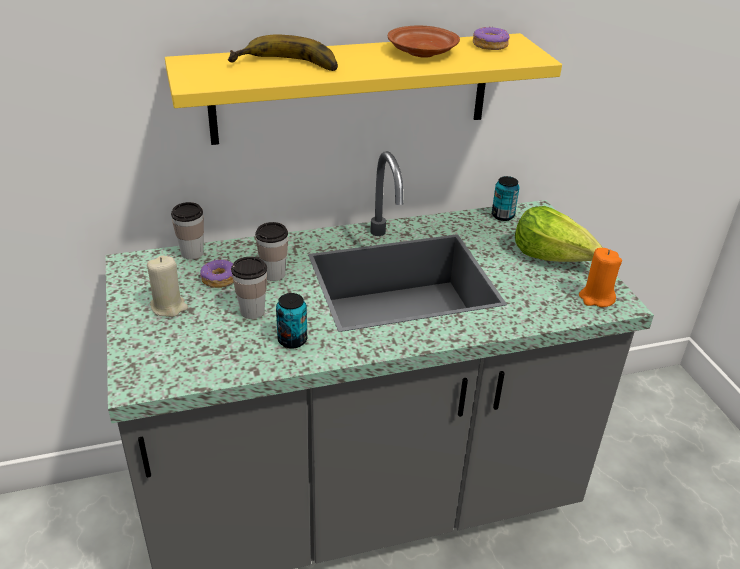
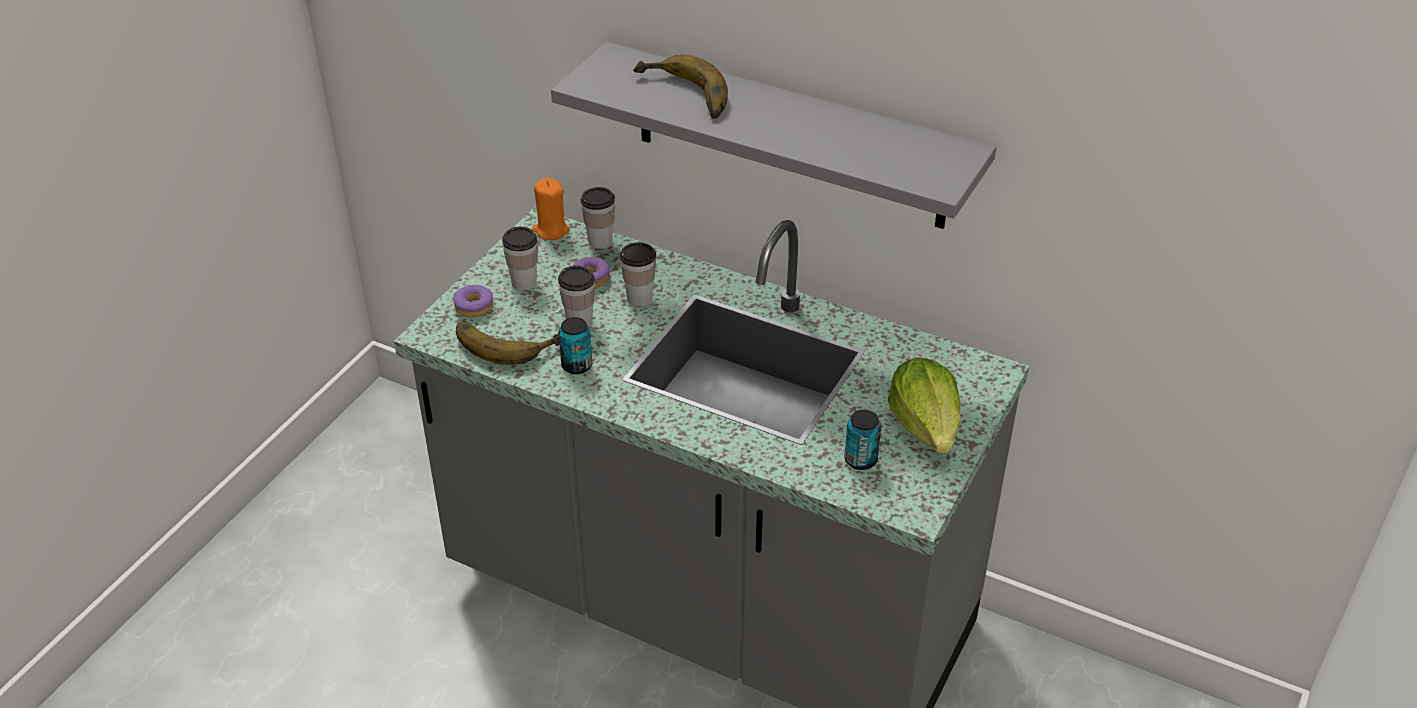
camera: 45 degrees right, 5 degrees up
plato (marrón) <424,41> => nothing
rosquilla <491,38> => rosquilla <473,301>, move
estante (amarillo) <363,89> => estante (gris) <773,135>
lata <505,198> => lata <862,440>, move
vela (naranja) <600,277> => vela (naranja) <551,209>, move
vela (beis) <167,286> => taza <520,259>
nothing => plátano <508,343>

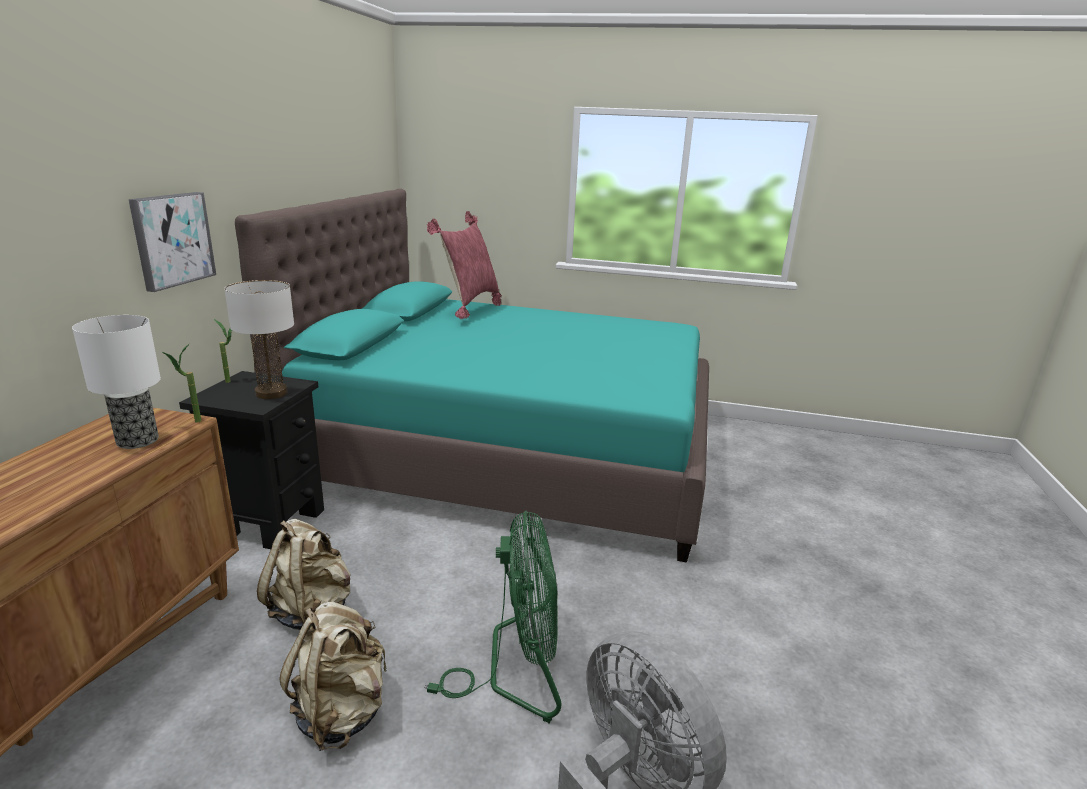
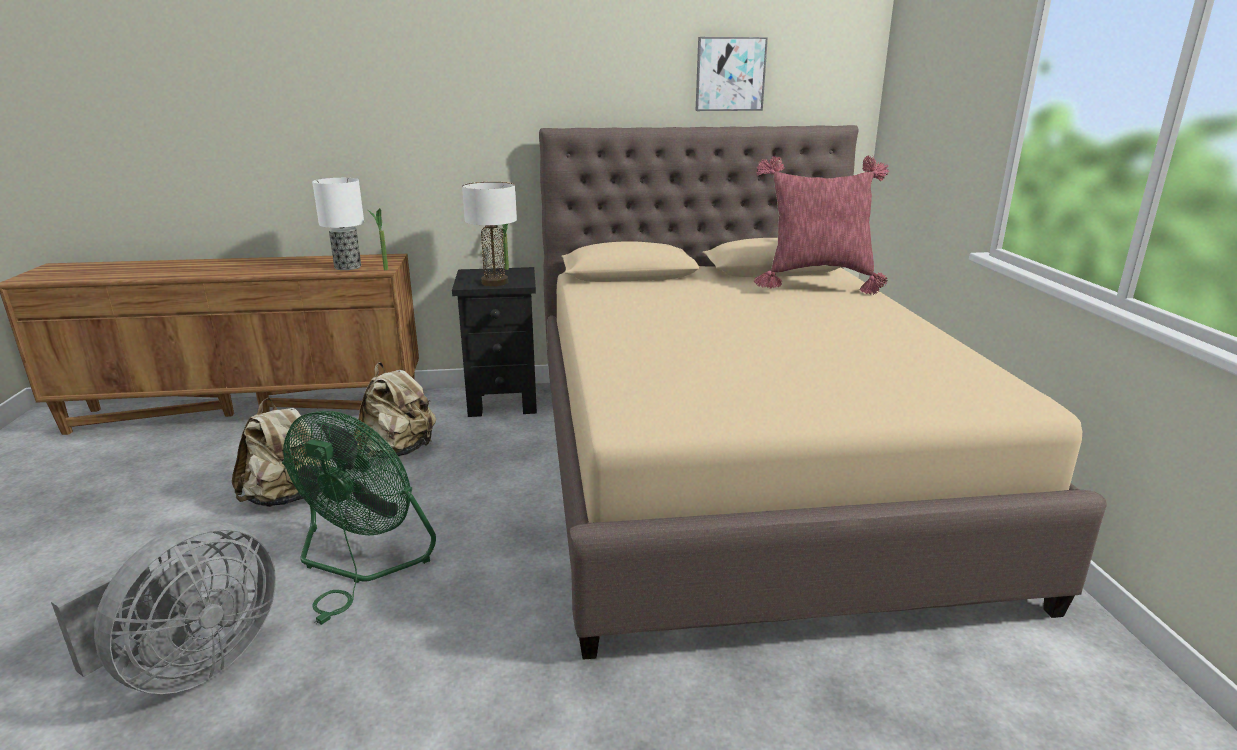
camera: 70 degrees right, 0 degrees up
cama (turquesa) <472,376> => cama (beis) <823,392>
cuadro <172,242> => cuadro <732,74>, move
ventilador (verde) <493,617> => ventilador (verde) <359,518>, 135 degrees counterclockwise

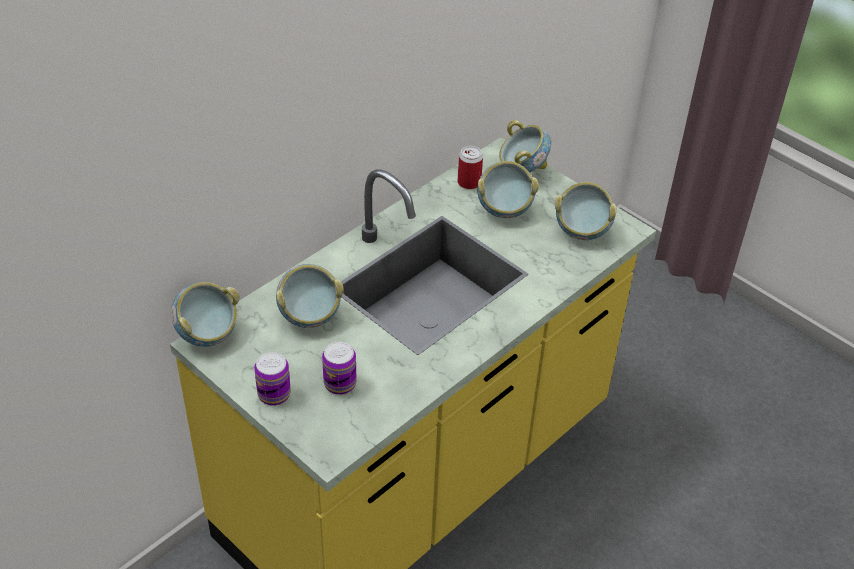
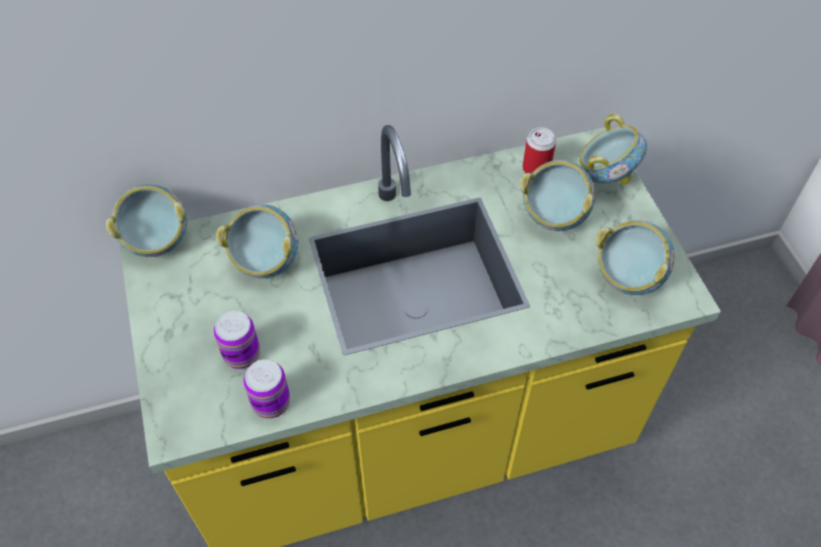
camera: 30 degrees right, 10 degrees up
lata <272,379> => lata <266,388>, move

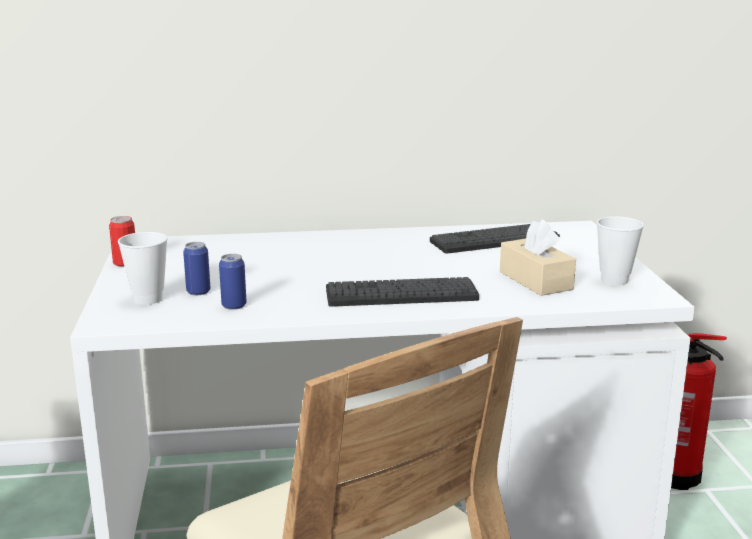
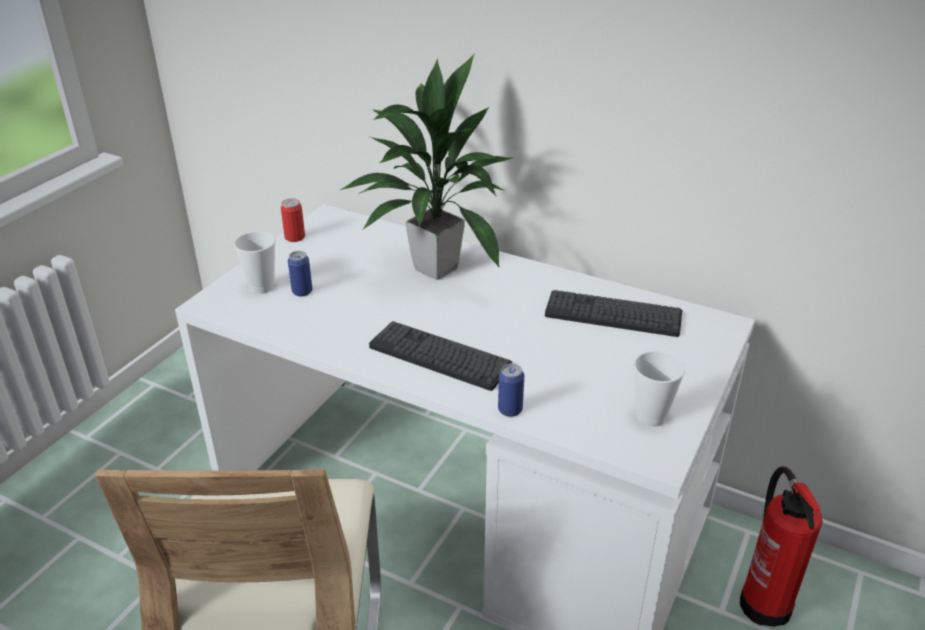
camera: 35 degrees right, 15 degrees up
caja de pañuelos (beis) <538,257> => nothing
lata <233,282> => lata <511,390>, move
nothing => planta en maceta <426,167>

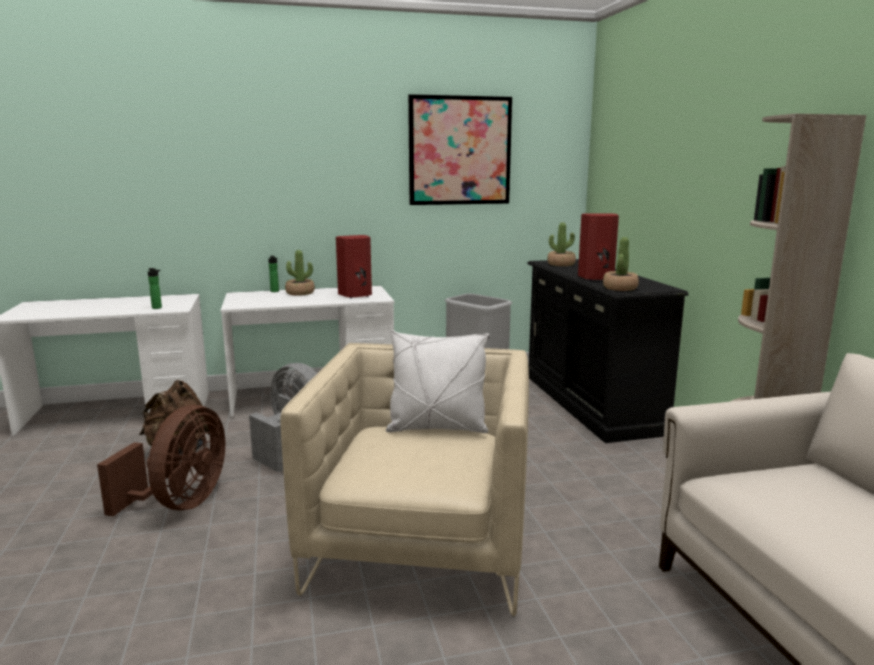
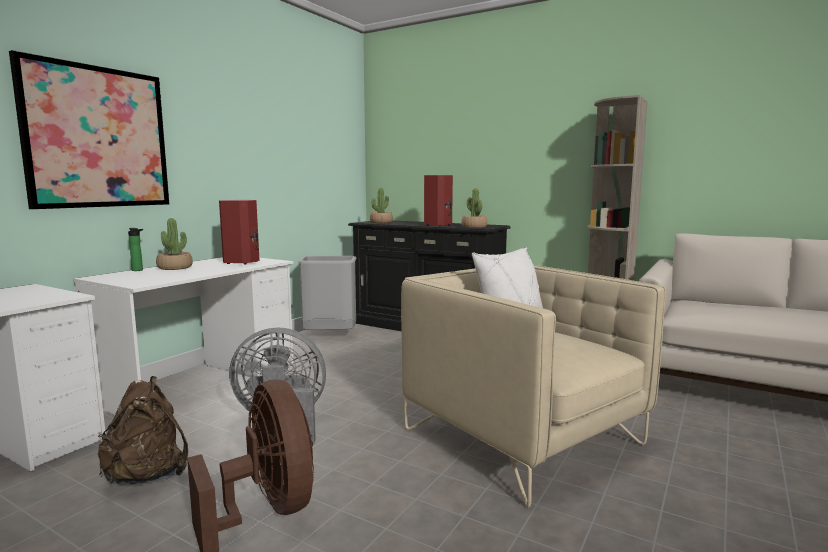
camera: 45 degrees left, 5 degrees down
cuadro <460,149> => cuadro <89,129>, move
botella <155,288> => nothing

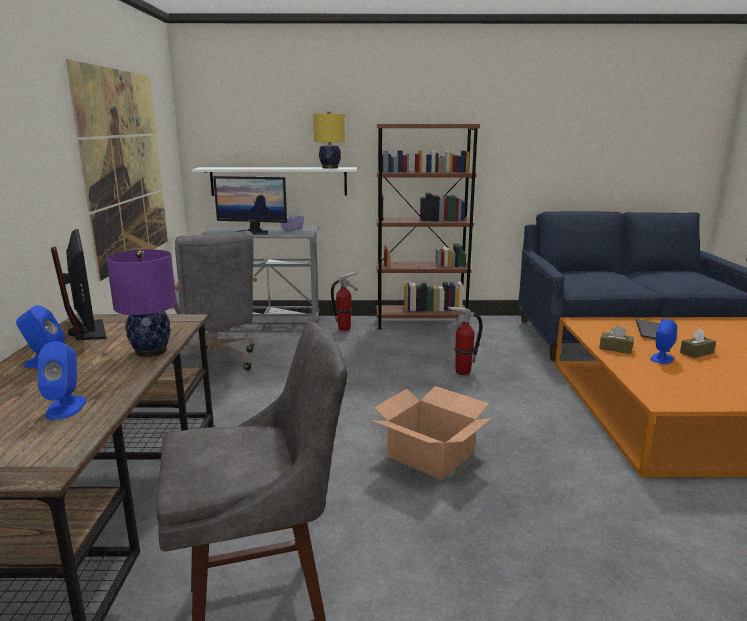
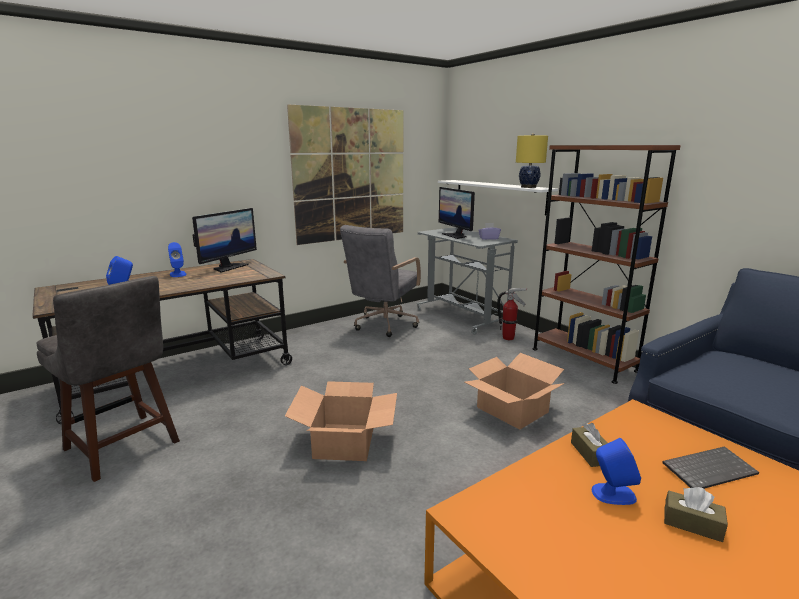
camera: 55 degrees right, 0 degrees up
lámpara de mesa (morado) <141,303> => nothing
extintor <465,340> => caja de cartón <515,391>

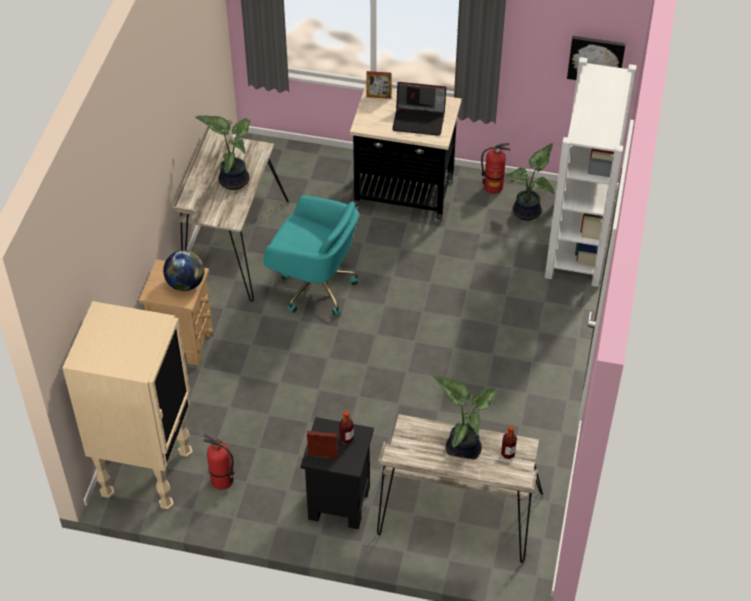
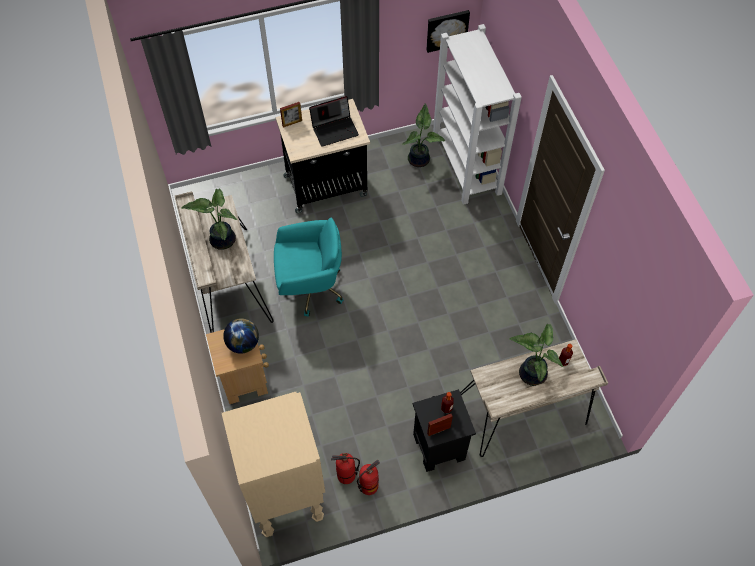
camera: 30 degrees left, 10 degrees up
extintor <496,168> => extintor <368,477>, move

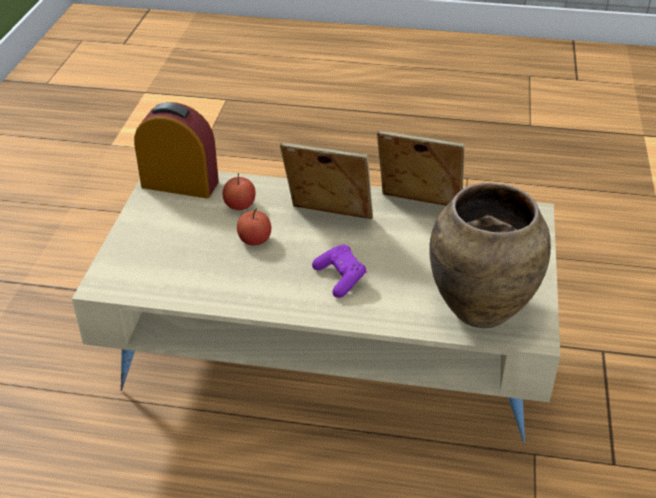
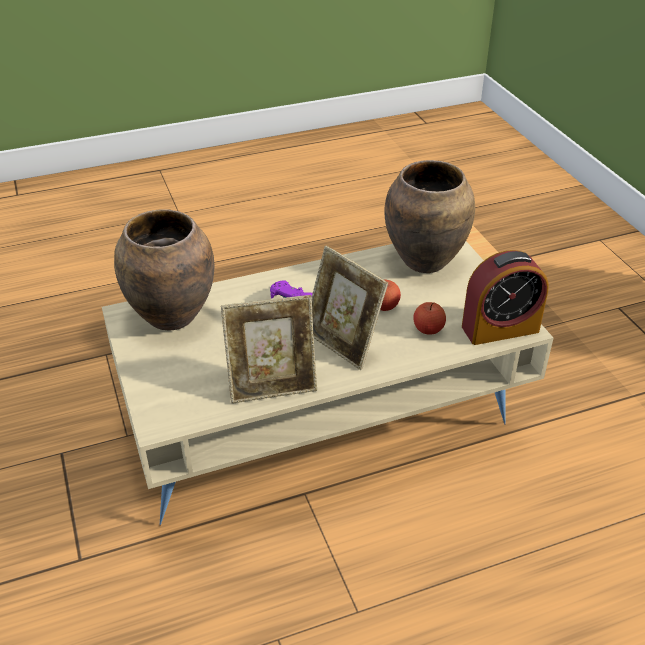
camera: 150 degrees right, 0 degrees up
portarretratos <326,181> => portarretratos <350,308>, 60 degrees clockwise
nothing => florero (marrón) <429,216>

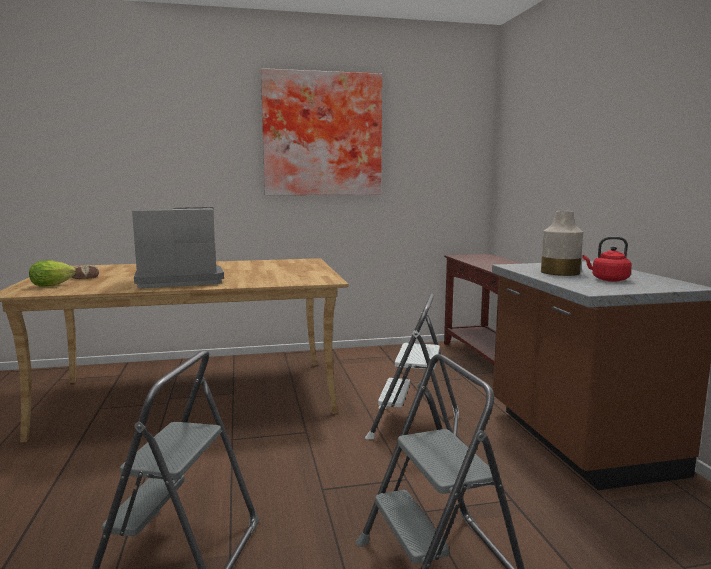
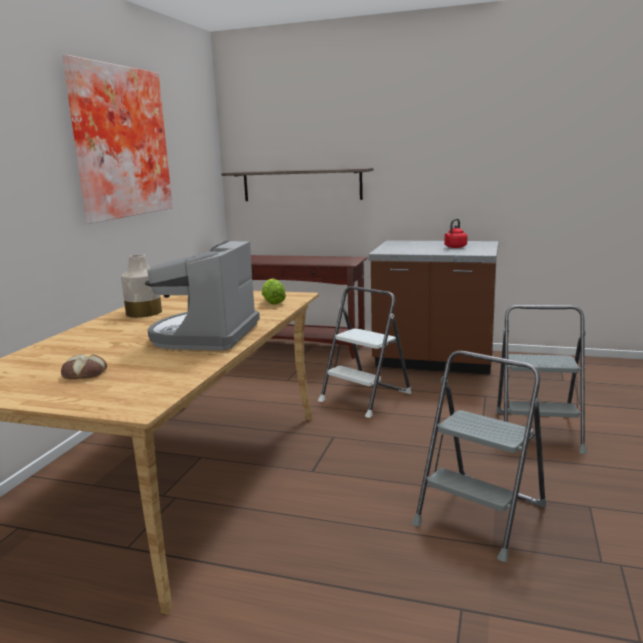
camera: 60 degrees left, 5 degrees up
florero (beis) <562,243> => florero (beis) <141,285>, move
lechuga <52,273> => lechuga <274,291>, move
nothing => estante <297,184>

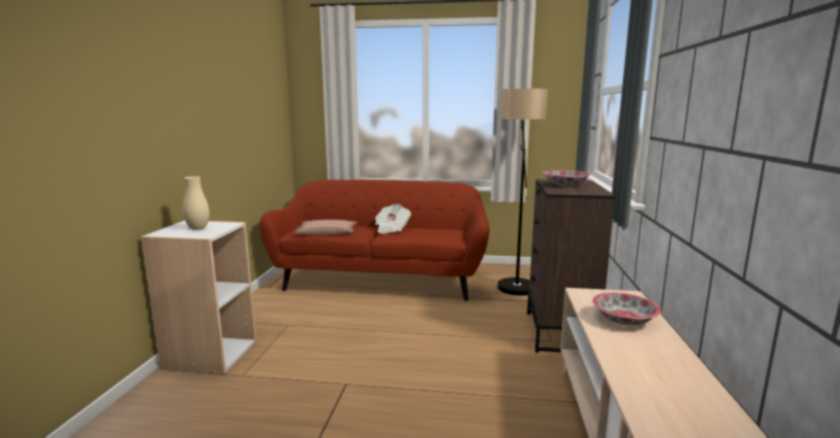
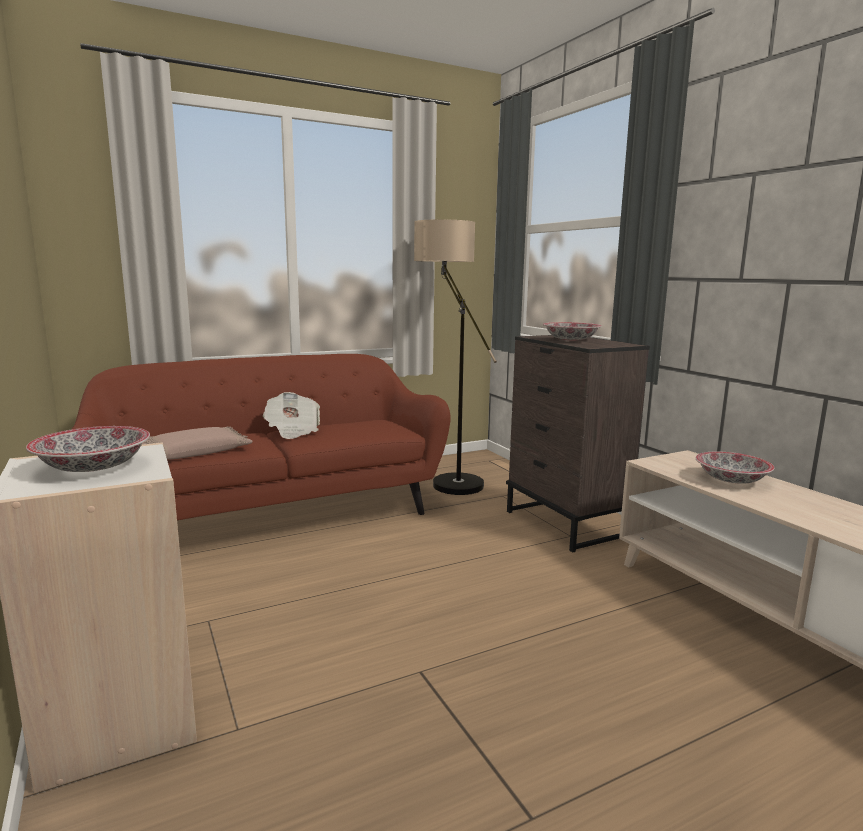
camera: 35 degrees left, 0 degrees up
florero (beis) <196,203> => cuenco <88,449>

